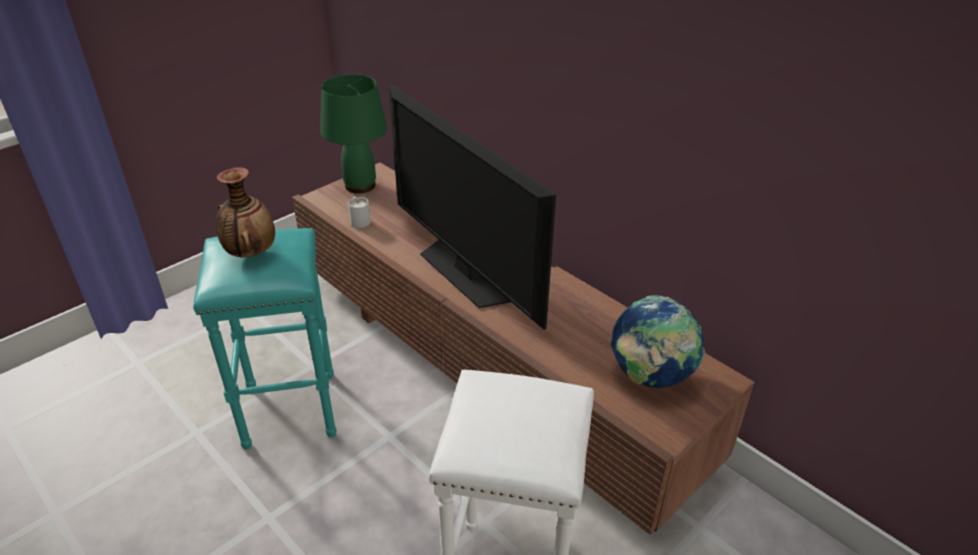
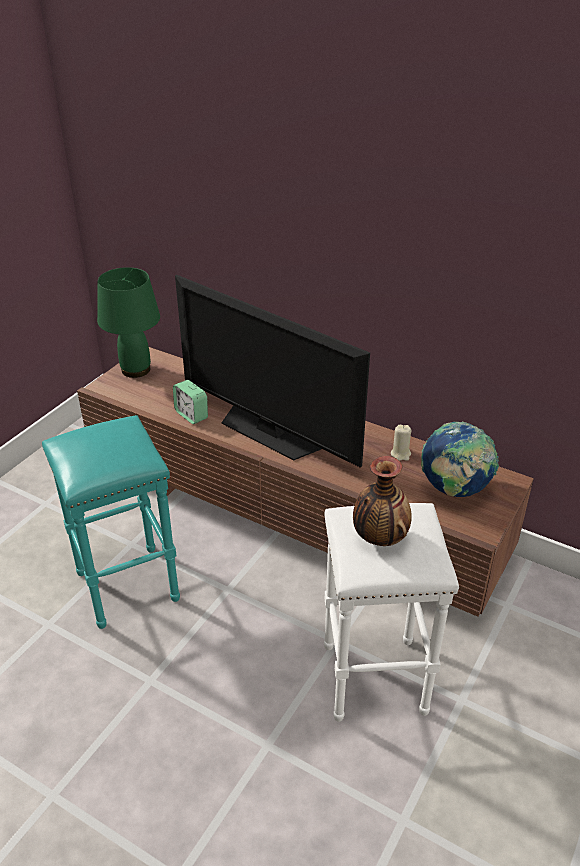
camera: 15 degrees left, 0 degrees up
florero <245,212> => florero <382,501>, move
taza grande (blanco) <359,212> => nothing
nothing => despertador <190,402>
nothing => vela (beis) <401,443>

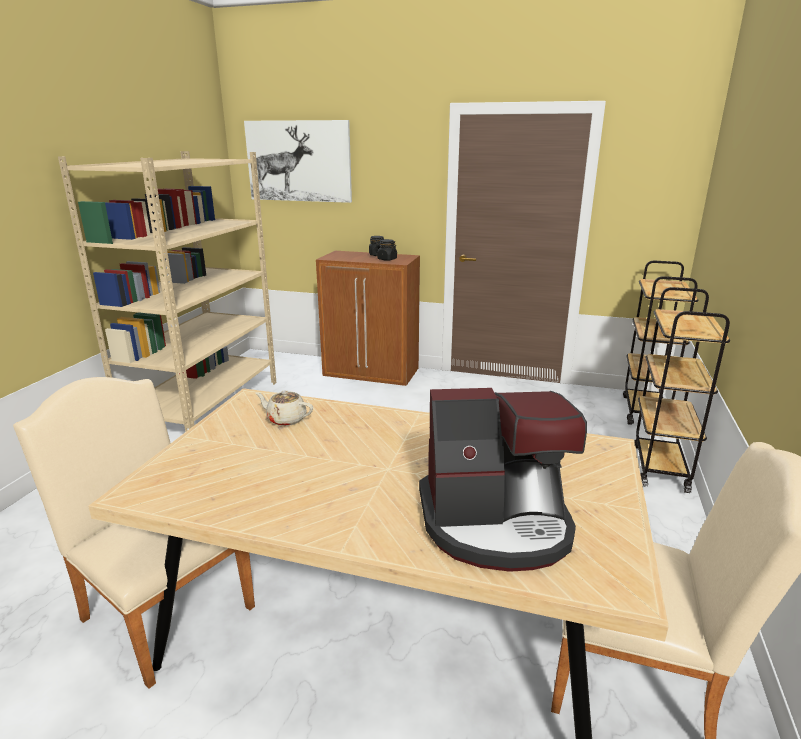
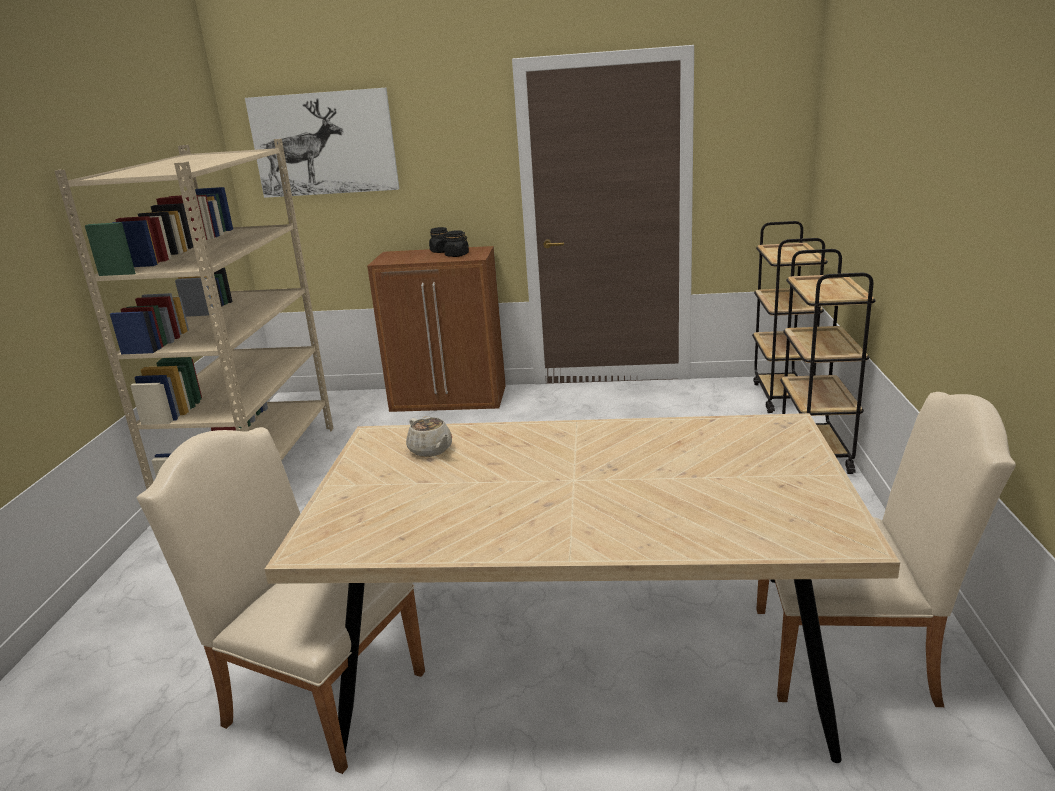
camera: 10 degrees left, 0 degrees up
cafetera <503,480> => nothing
tetera (beis) <284,408> => tetera (beis) <429,436>, 135 degrees counterclockwise

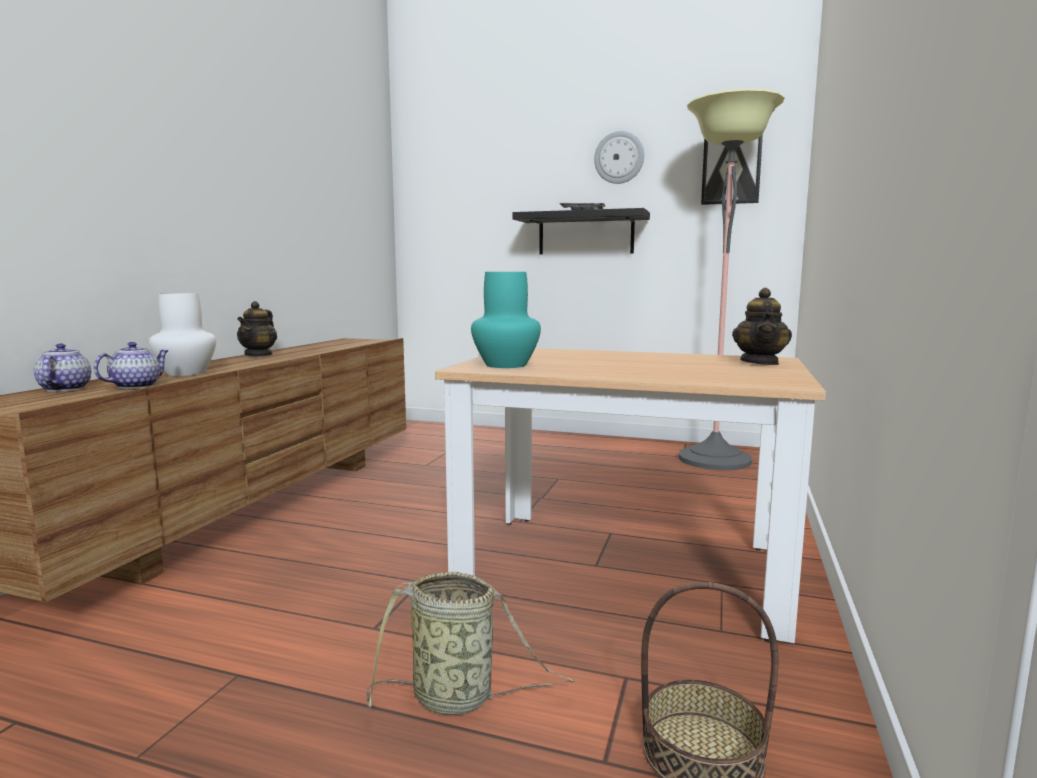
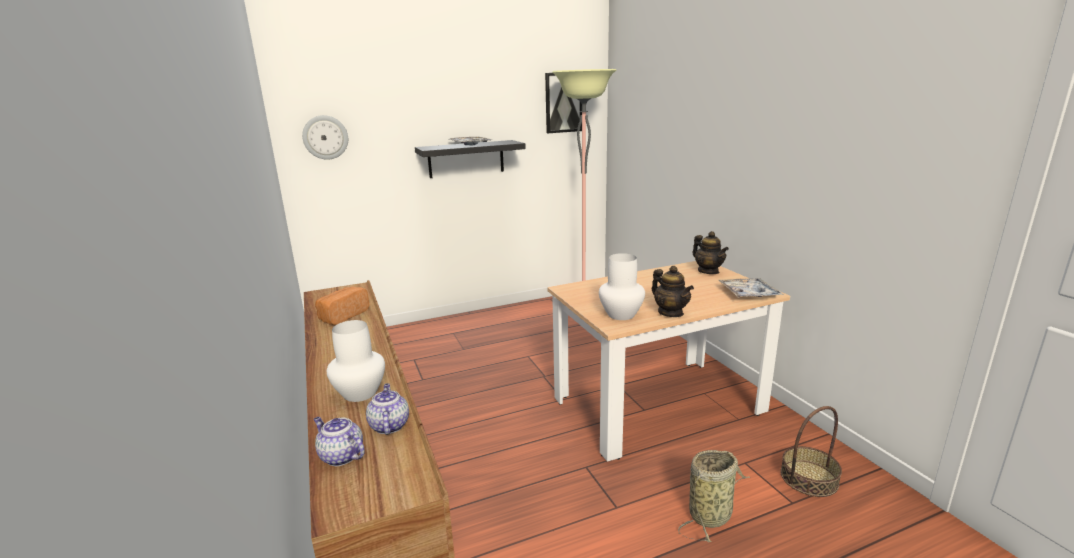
camera: 40 degrees left, 10 degrees up
reloj de pared <619,157> => reloj de pared <325,137>, move
florero (turquesa) <506,320> => florero (blanco) <622,286>
tetera <257,328> => tetera <673,291>, move
nothing => bandeja <751,288>
nothing => pan <342,305>

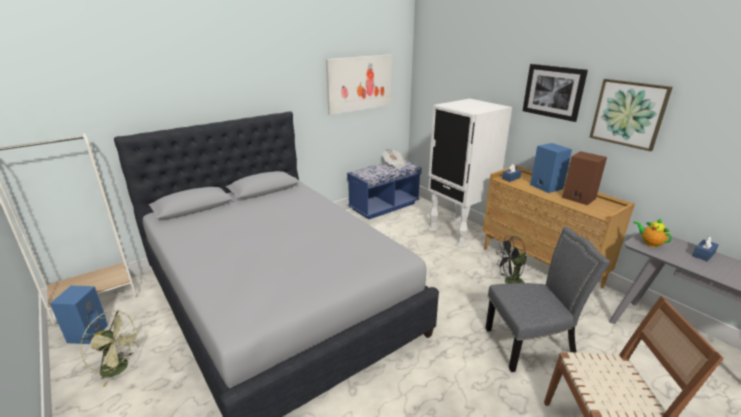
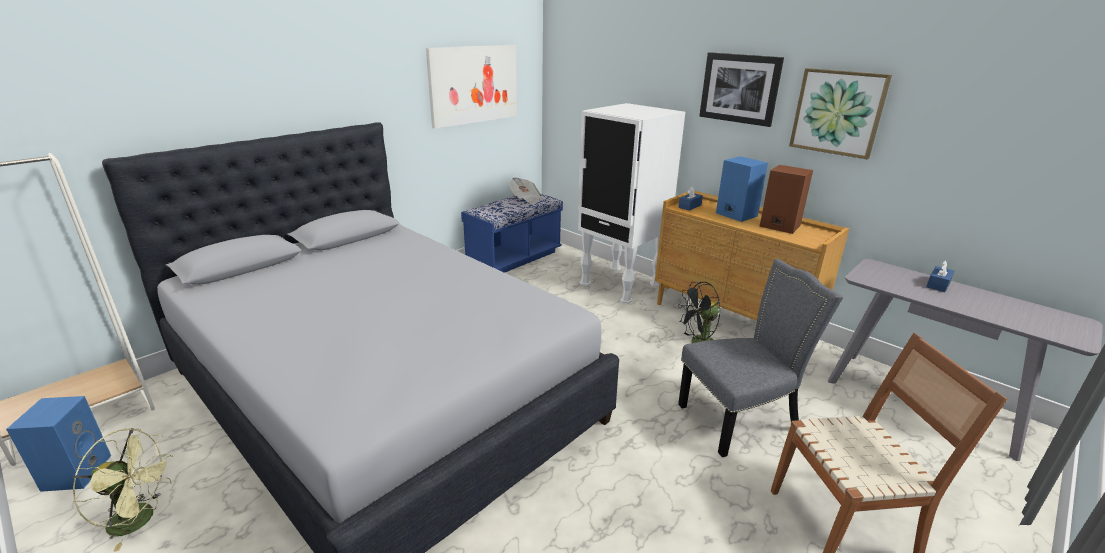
camera: 10 degrees left, 0 degrees up
tetera <653,233> => nothing

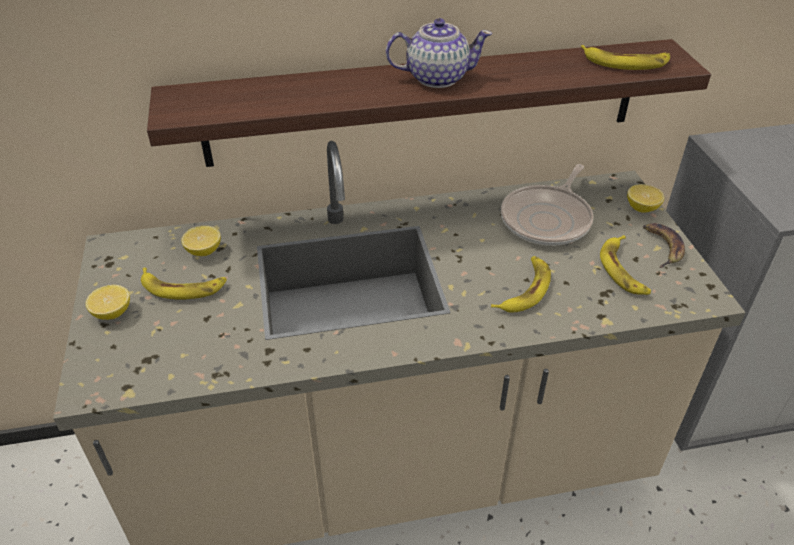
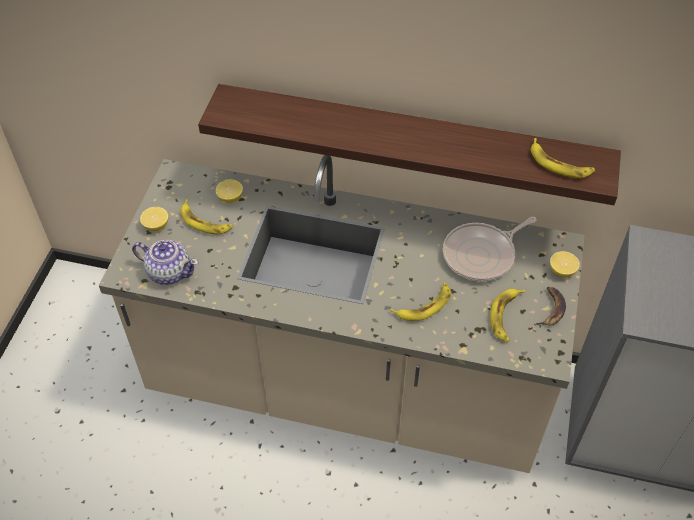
camera: 25 degrees right, 10 degrees up
tetera <439,53> => tetera <165,262>, move

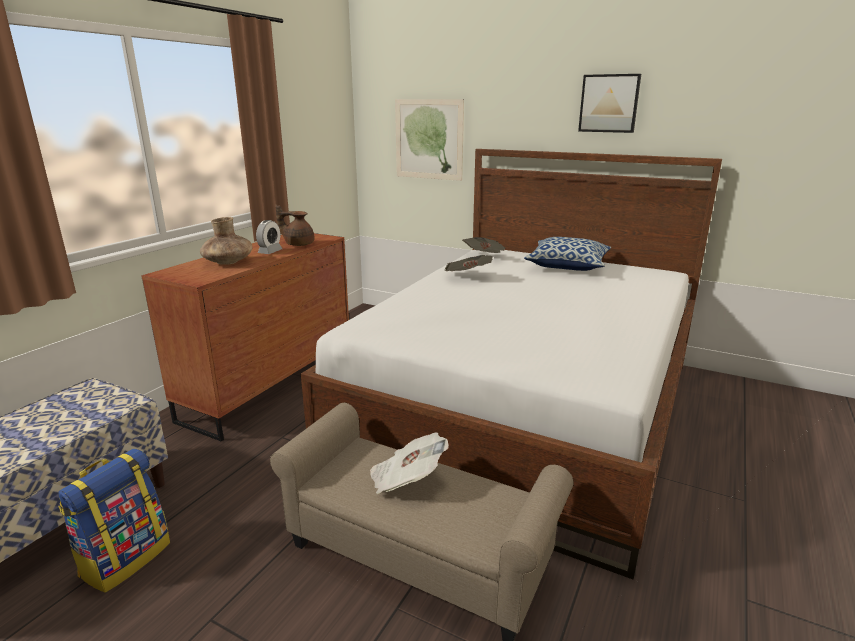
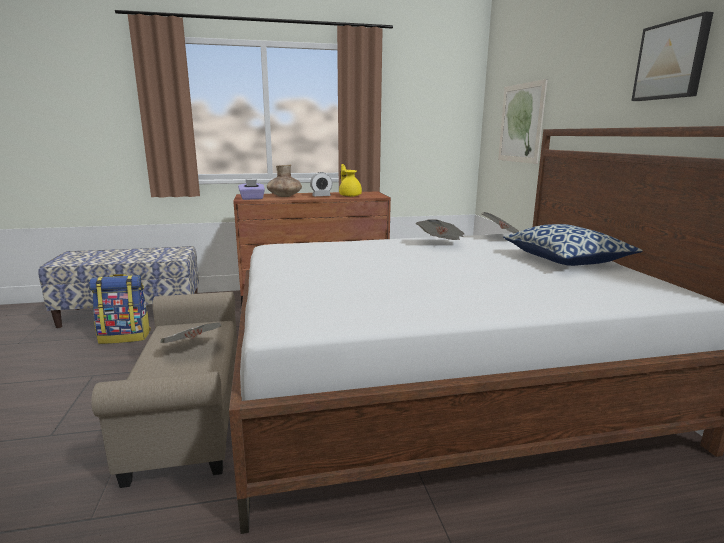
camera: 50 degrees right, 5 degrees down
tetera (marrón) <295,225> => tetera (amarillo) <350,180>
nothing => caja de pañuelos (morado) <251,189>

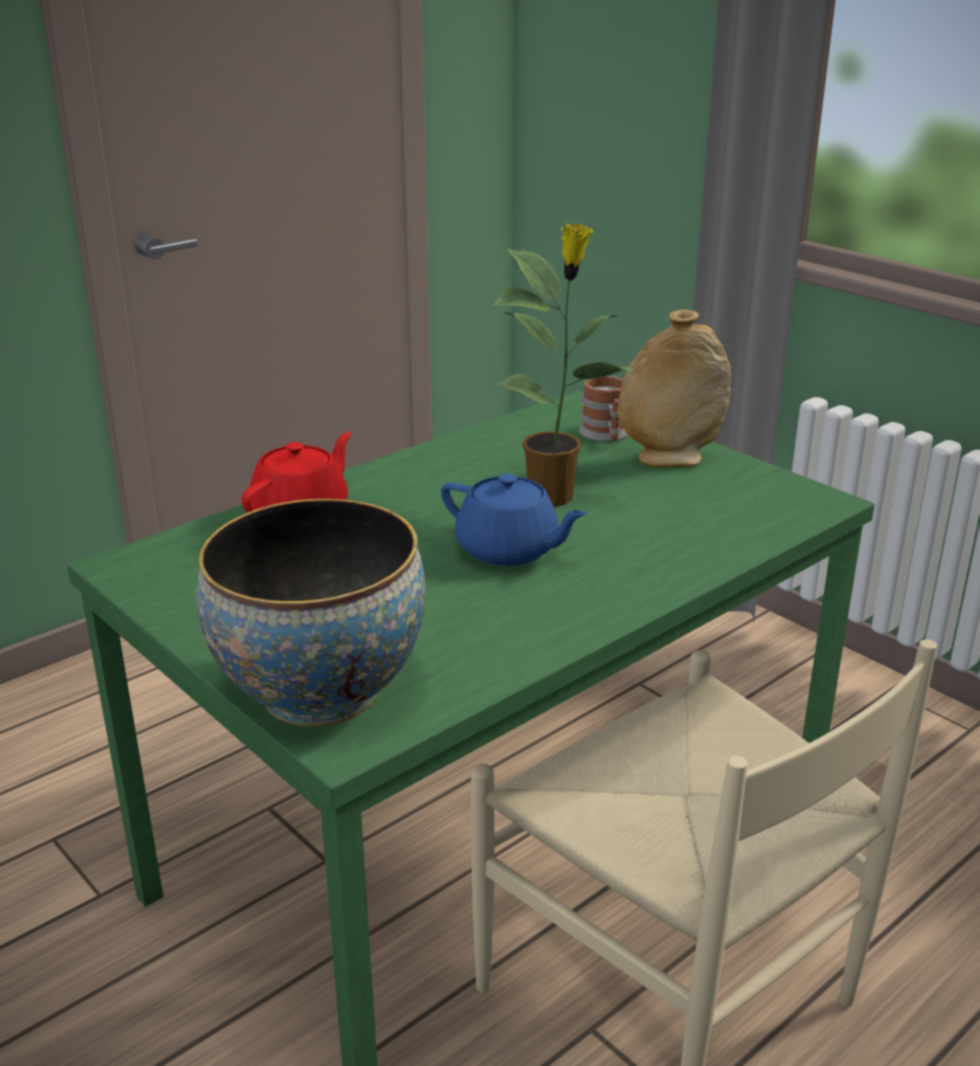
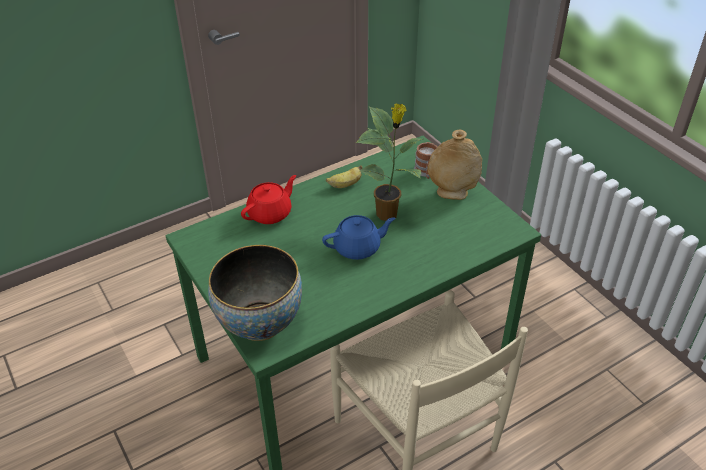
camera: 10 degrees right, 15 degrees up
tetera (azul) <514,520> => tetera (azul) <359,237>, 60 degrees counterclockwise
nothing => plátano <344,176>

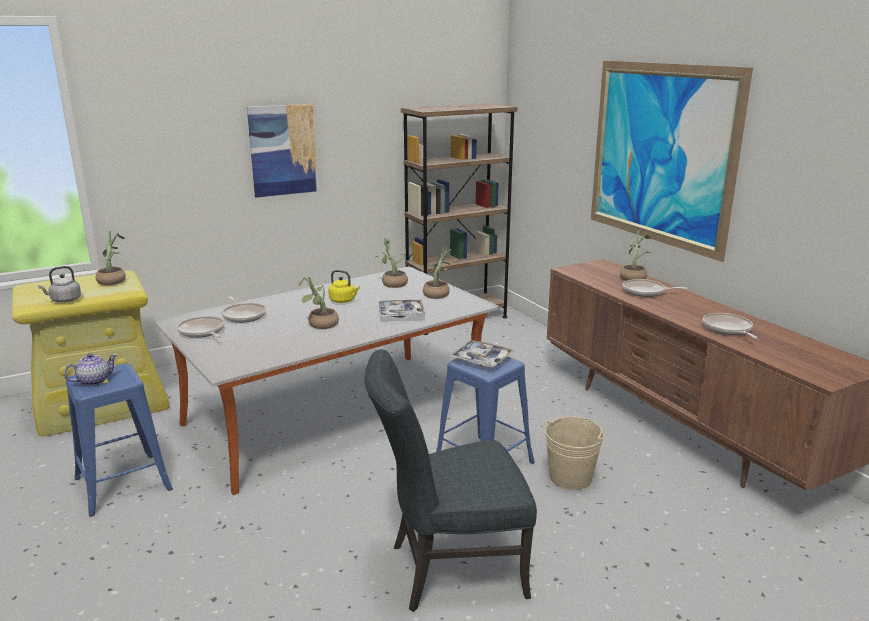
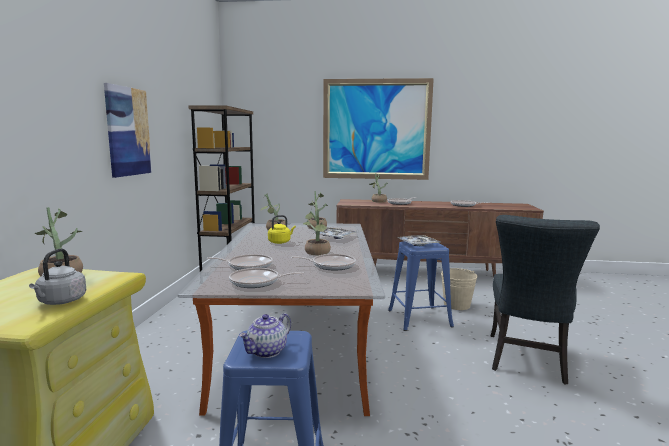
camera: 55 degrees left, 10 degrees down
tetera <90,369> => tetera <265,335>, 135 degrees counterclockwise
nothing => sartén <323,262>

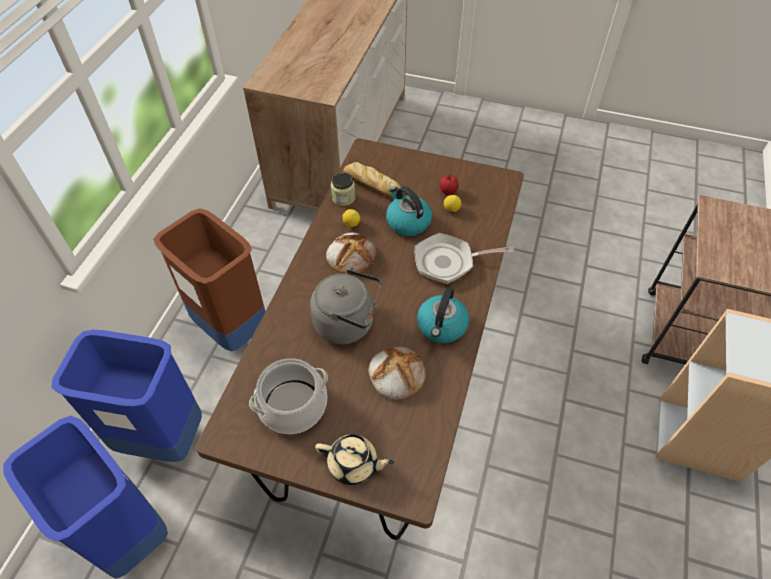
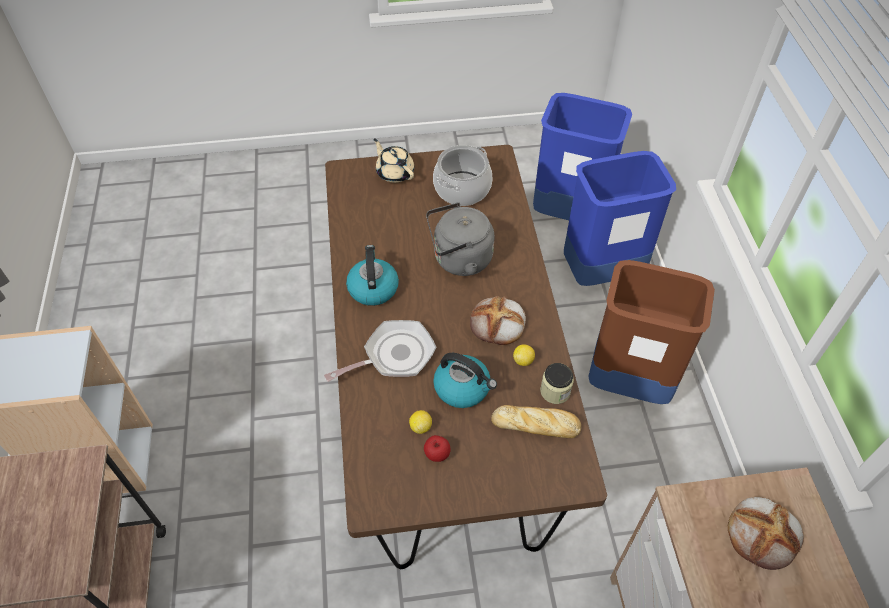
camera: 155 degrees right, 0 degrees up
pan <397,373> => pan <766,533>, move
tetera (beis) <354,459> => tetera (beis) <394,160>, 60 degrees clockwise

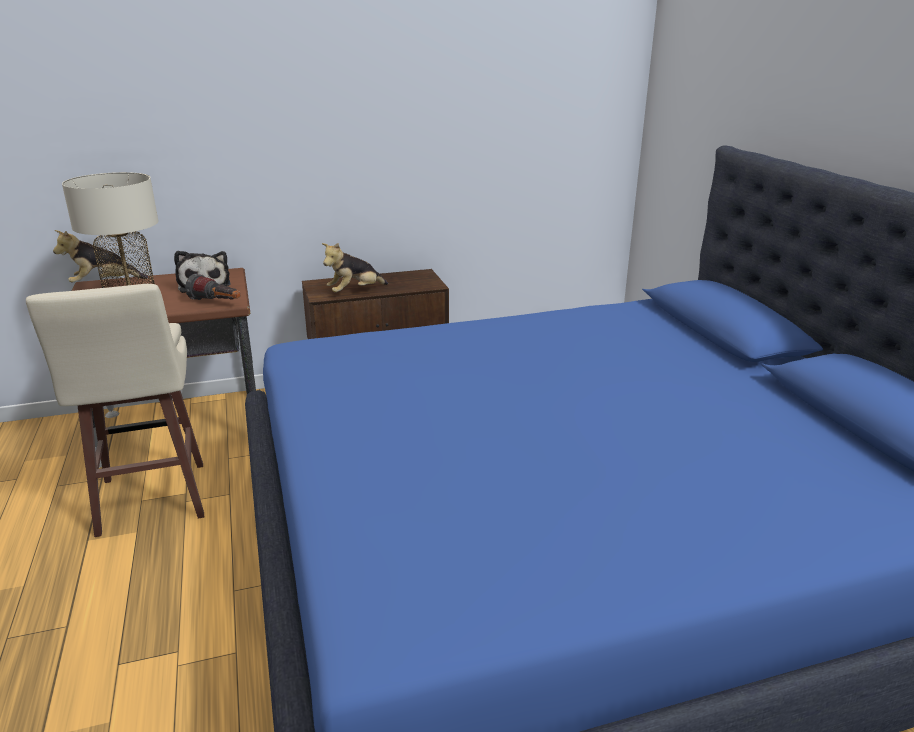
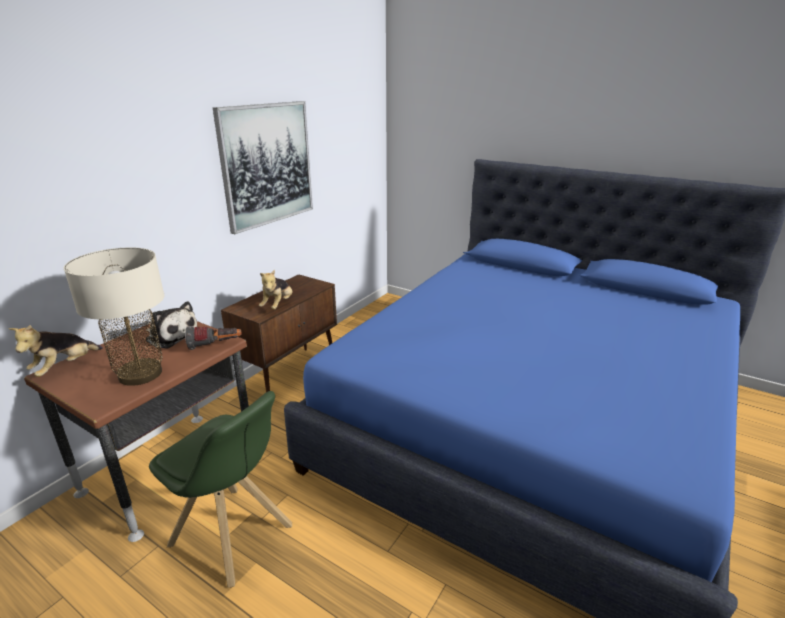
camera: 40 degrees left, 0 degrees up
taburete (beis) <115,410> => silla (verde) <220,489>
nothing => cuadro <263,167>

